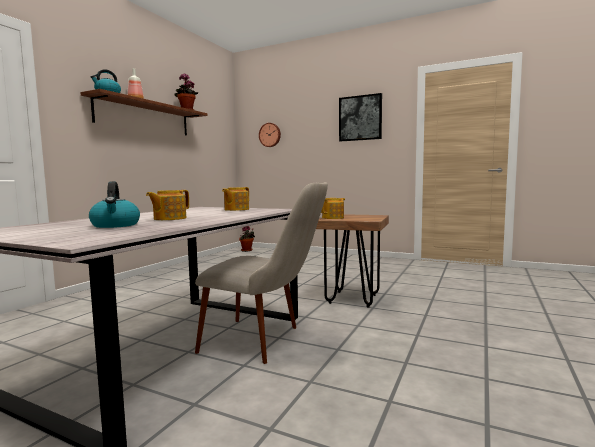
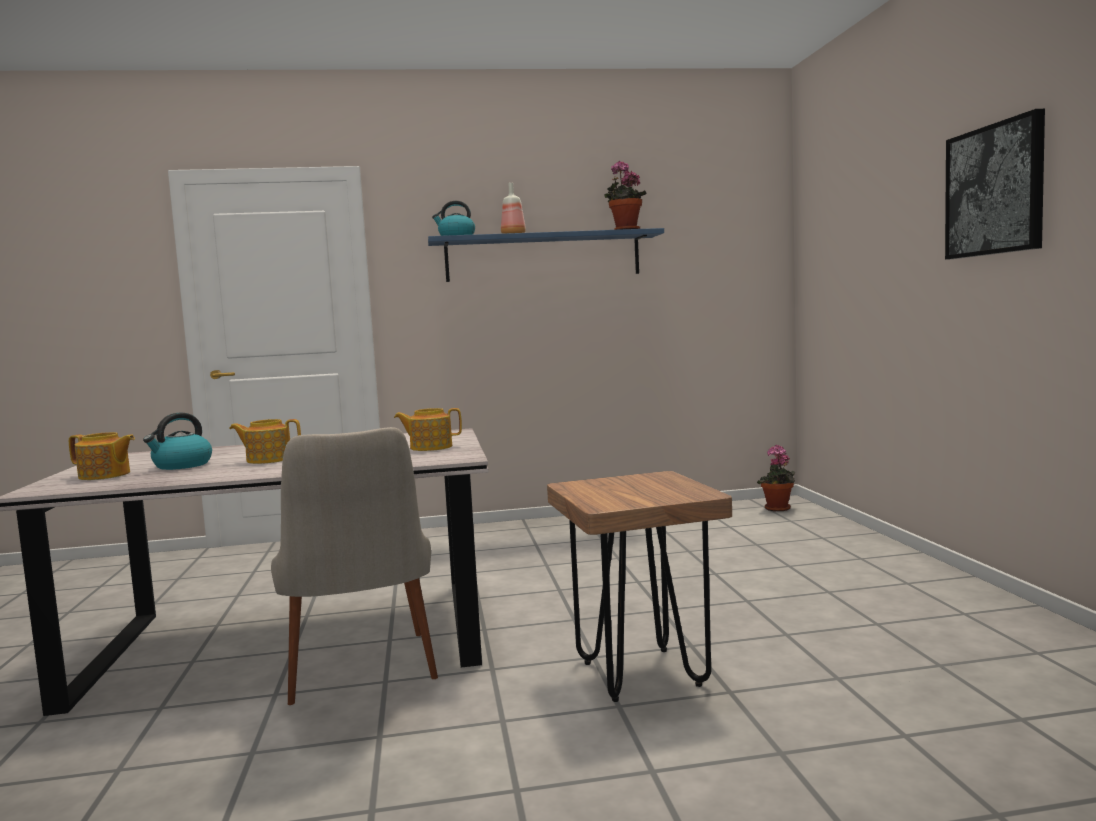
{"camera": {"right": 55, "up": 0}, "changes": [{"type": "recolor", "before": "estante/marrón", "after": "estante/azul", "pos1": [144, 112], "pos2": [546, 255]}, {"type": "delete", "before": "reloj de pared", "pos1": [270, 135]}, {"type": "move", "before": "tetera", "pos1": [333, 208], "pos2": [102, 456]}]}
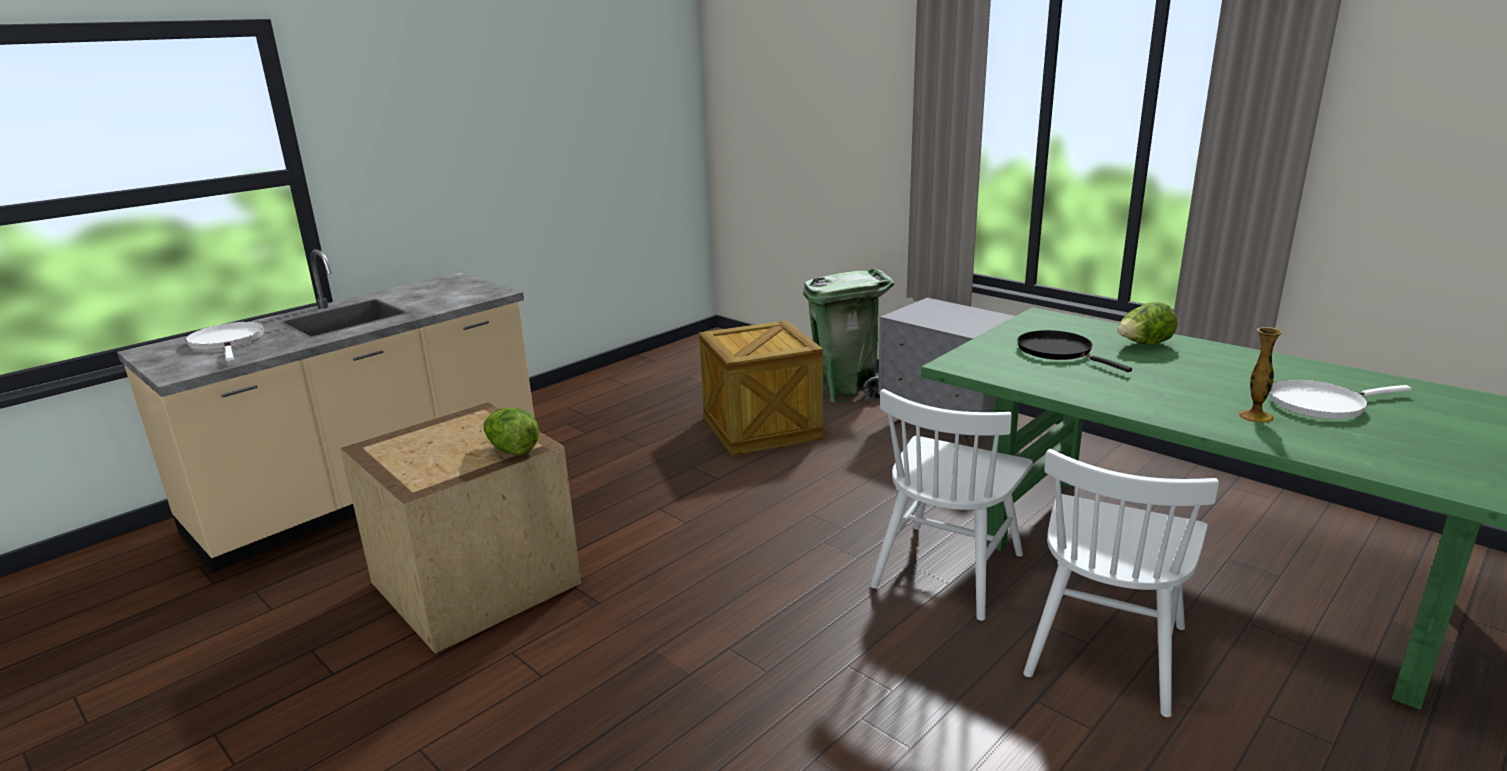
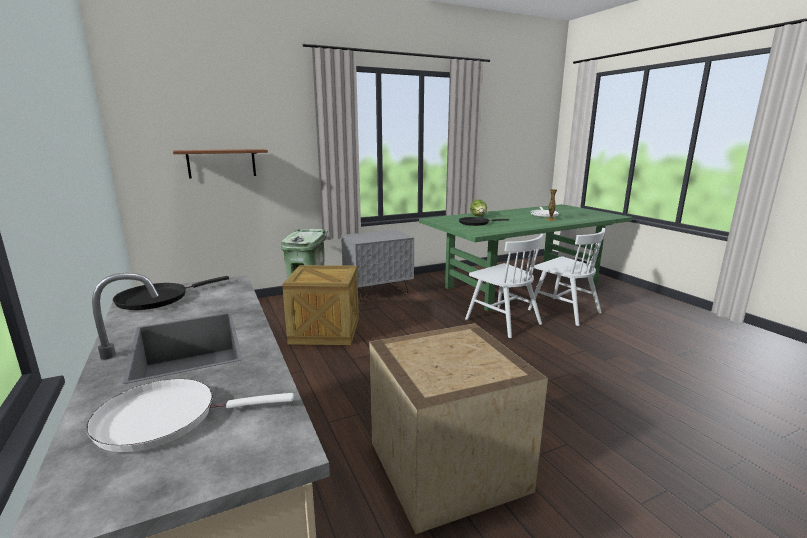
{"camera": {"right": -70, "up": -5}, "changes": [{"type": "delete", "before": "lechuga", "pos1": [511, 431]}, {"type": "insert", "after": "estante/marrón", "pos2": [220, 163]}, {"type": "insert", "after": "sartén/negro", "pos2": [171, 293]}]}
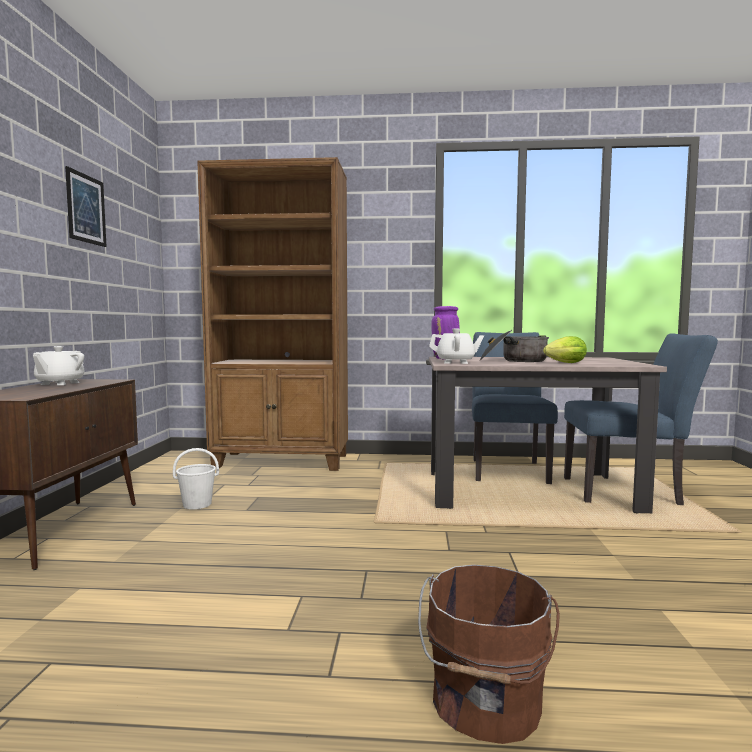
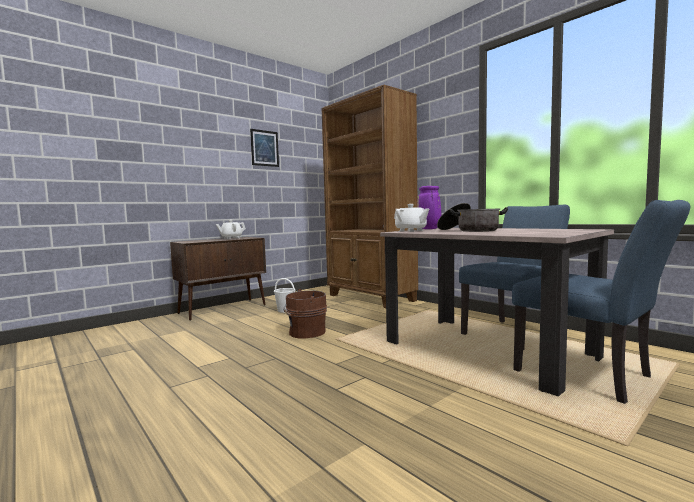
{"camera": {"right": 45, "up": 0}, "changes": [{"type": "delete", "before": "lechuga", "pos1": [565, 349]}, {"type": "move", "before": "cubo/marrón", "pos1": [489, 654], "pos2": [305, 314]}]}
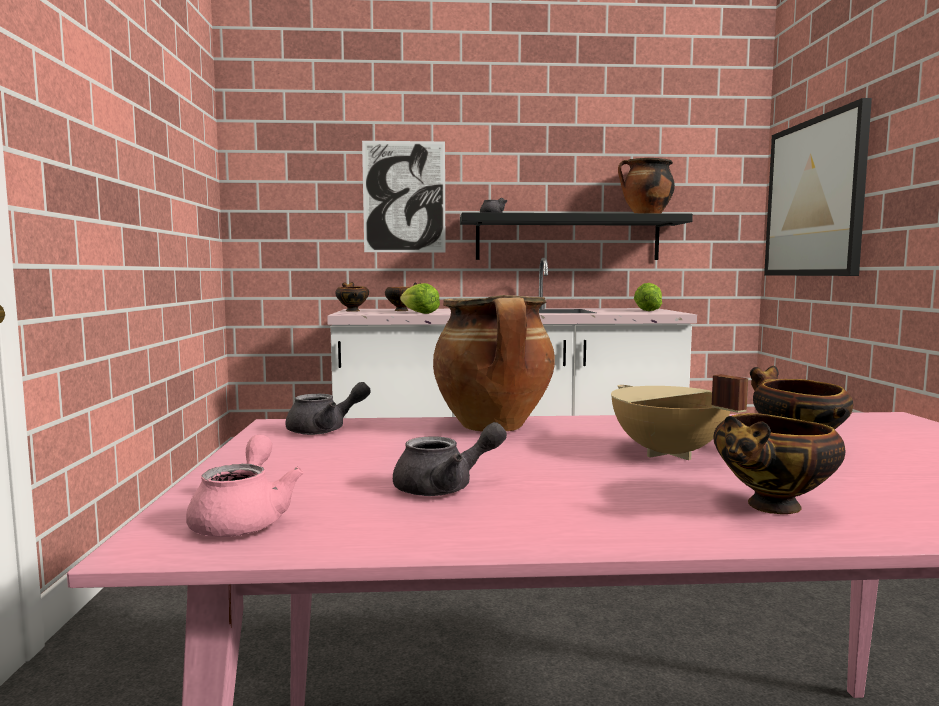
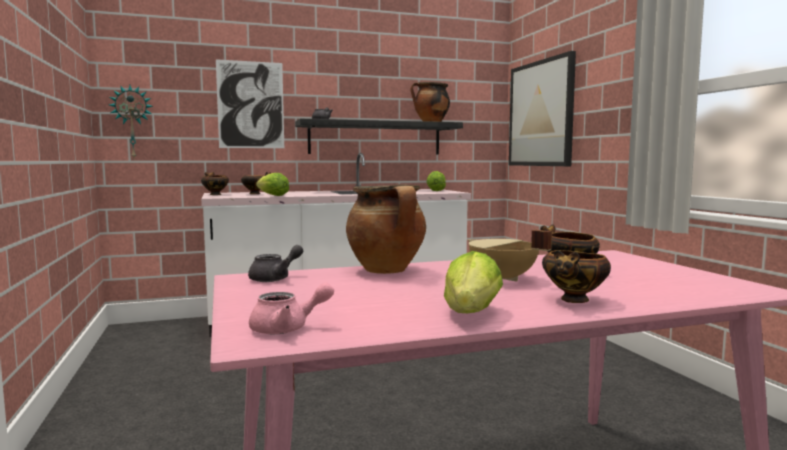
{"camera": {"right": -15, "up": 0}, "changes": [{"type": "delete", "before": "tetera/gris", "pos1": [450, 459]}, {"type": "rotate", "before": "tetera/rosa", "pos1": [245, 486], "pos2": [291, 308], "turn": 90}, {"type": "insert", "after": "reloj de pared", "pos2": [131, 121]}, {"type": "insert", "after": "lechuga", "pos2": [473, 282]}]}
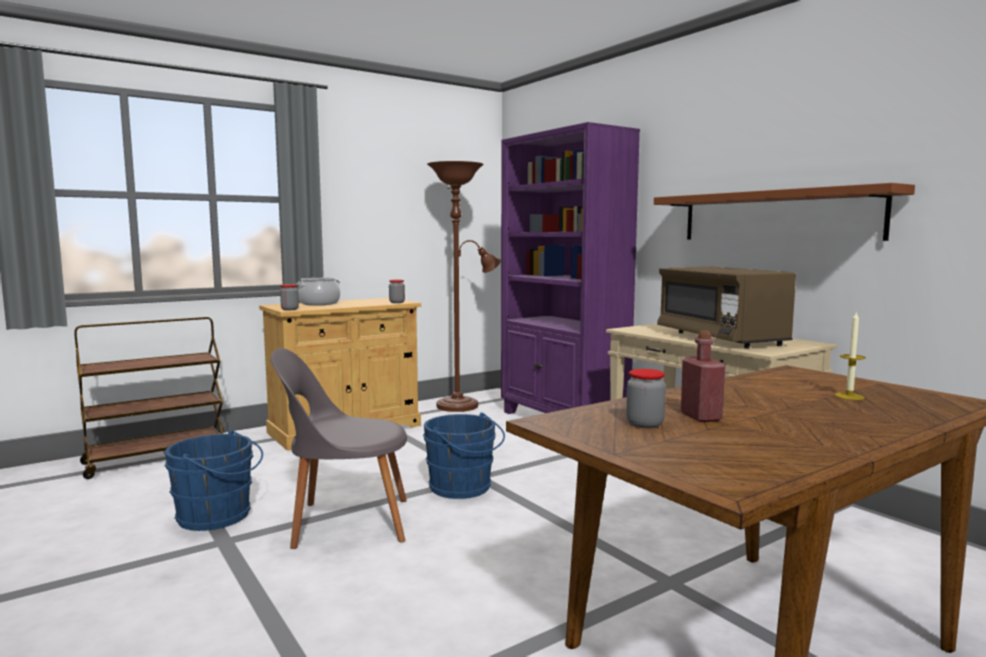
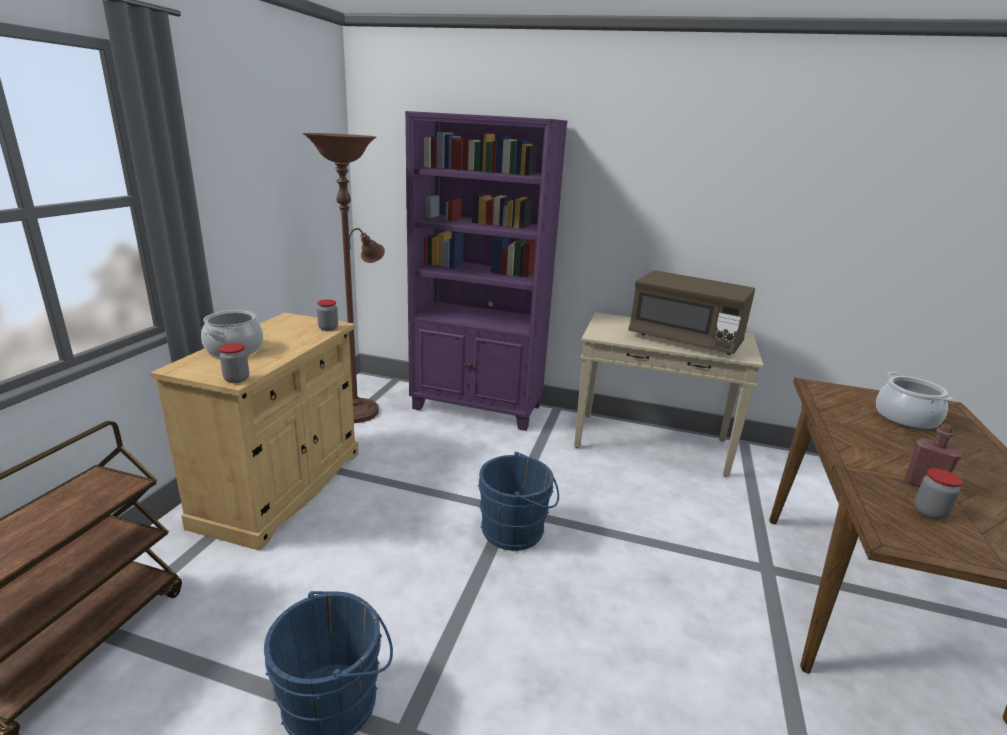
{"camera": {"right": -40, "up": 15}, "changes": [{"type": "delete", "before": "estante/marrón", "pos1": [784, 212]}, {"type": "replace", "before": "vela", "after": "olla", "pos1": [850, 355], "pos2": [914, 401]}, {"type": "delete", "before": "silla/gris", "pos1": [338, 448]}]}
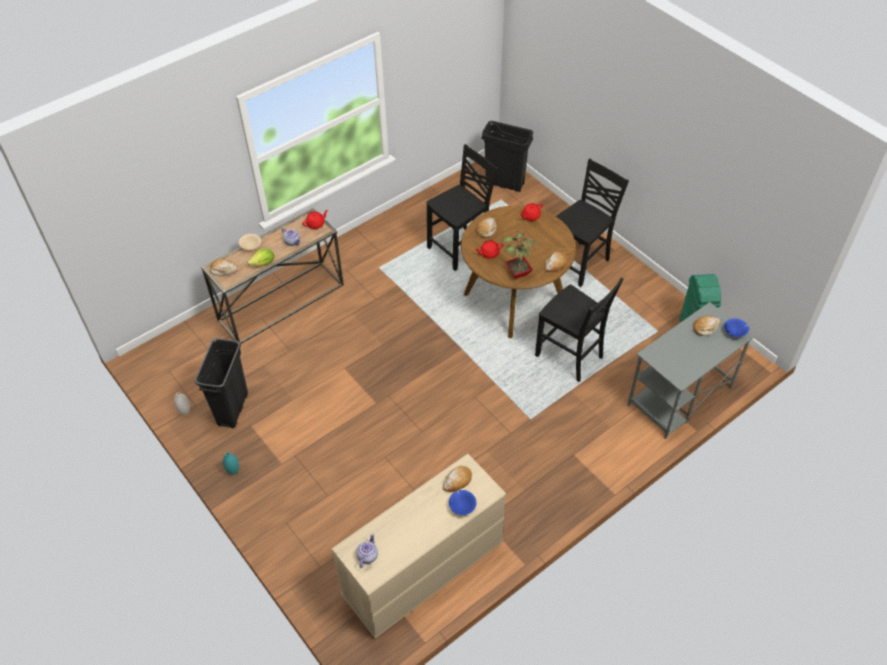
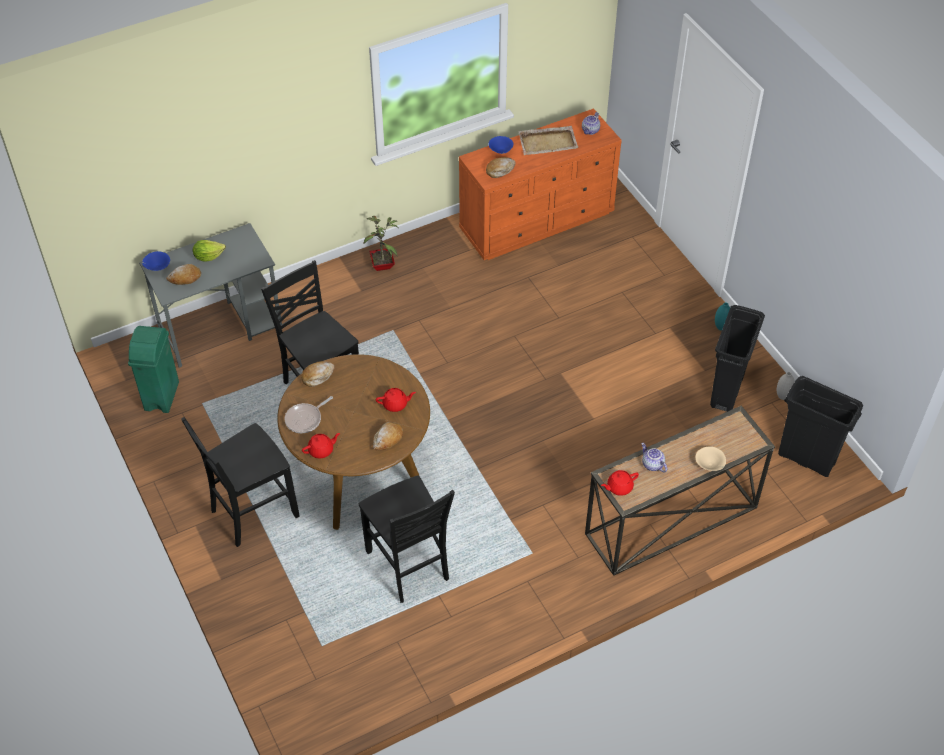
{"camera": {"right": -170, "up": 0}, "changes": [{"type": "move", "before": "papelera/negro", "pos1": [507, 156], "pos2": [820, 426]}, {"type": "rotate", "before": "silla/negro", "pos1": [462, 207], "pos2": [407, 539], "turn": -90}, {"type": "move", "before": "planta en maceta", "pos1": [519, 253], "pos2": [381, 243]}, {"type": "move", "before": "lechuga", "pos1": [260, 257], "pos2": [209, 251]}, {"type": "delete", "before": "pan", "pos1": [224, 267]}, {"type": "recolor", "before": "cómoda/beis", "after": "cómoda/naranja", "pos1": [419, 546], "pos2": [540, 184]}, {"type": "insert", "after": "bandeja/beis", "pos2": [548, 140]}, {"type": "insert", "after": "sartén", "pos2": [309, 414]}]}
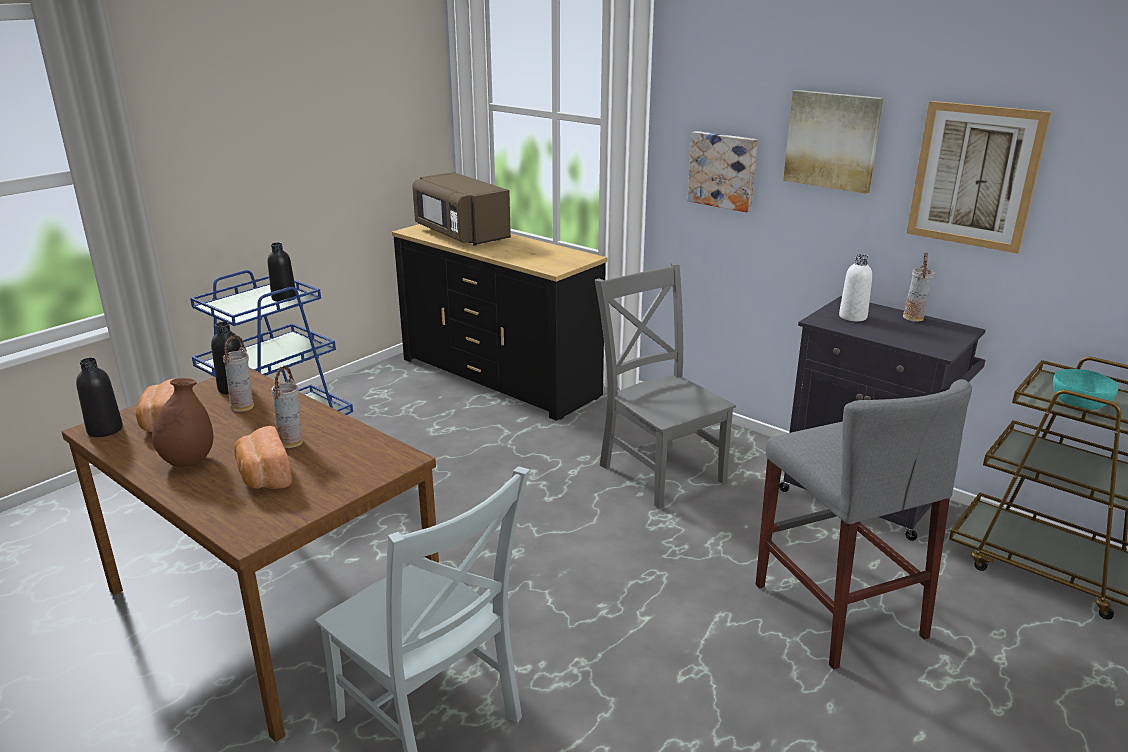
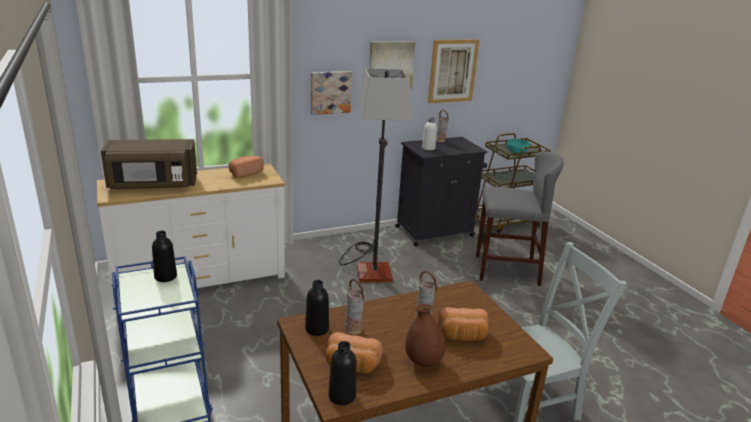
{"camera": {"right": -65, "up": 0}, "changes": [{"type": "recolor", "before": "cómoda/negro", "after": "cómoda/blanco", "pos1": [499, 322], "pos2": [191, 234]}, {"type": "replace", "before": "silla/gris", "after": "lámpara de pie", "pos1": [665, 385], "pos2": [376, 175]}, {"type": "insert", "after": "pan", "pos2": [246, 167]}]}
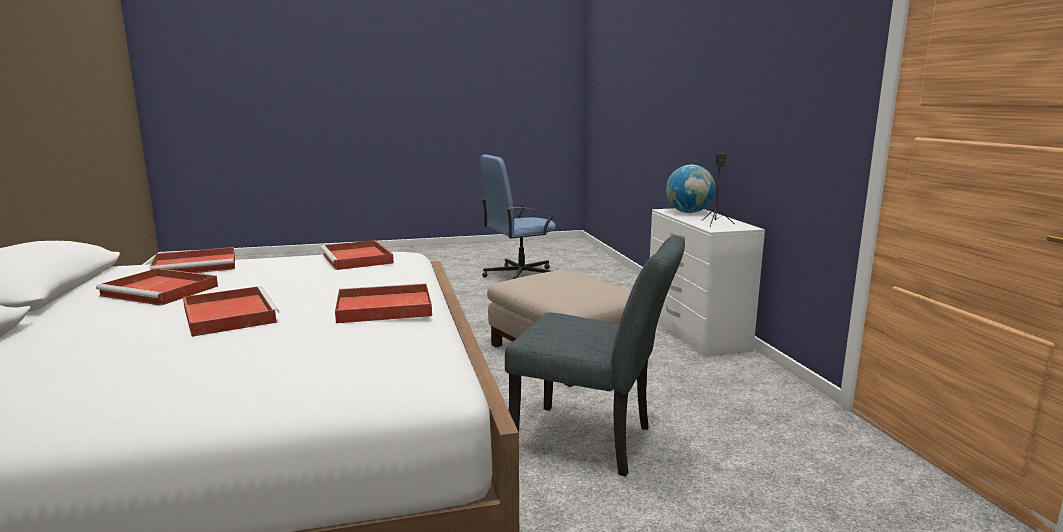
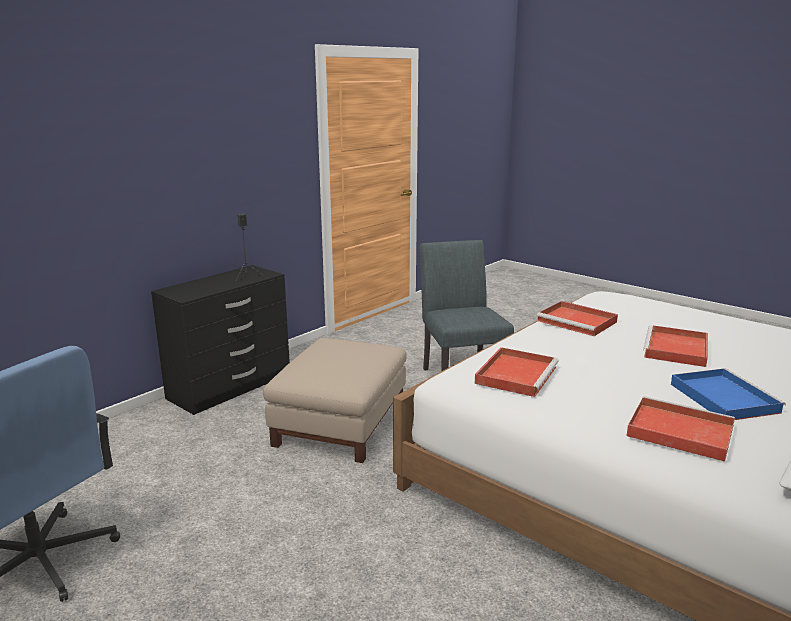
{"camera": {"right": -125, "up": 5}, "changes": [{"type": "delete", "before": "globo terráqueo", "pos1": [690, 189]}, {"type": "recolor", "before": "cómoda/blanco", "after": "cómoda/negro", "pos1": [707, 282], "pos2": [220, 340]}, {"type": "recolor", "before": "bandeja/rojo", "after": "bandeja/azul", "pos1": [157, 287], "pos2": [728, 394]}]}
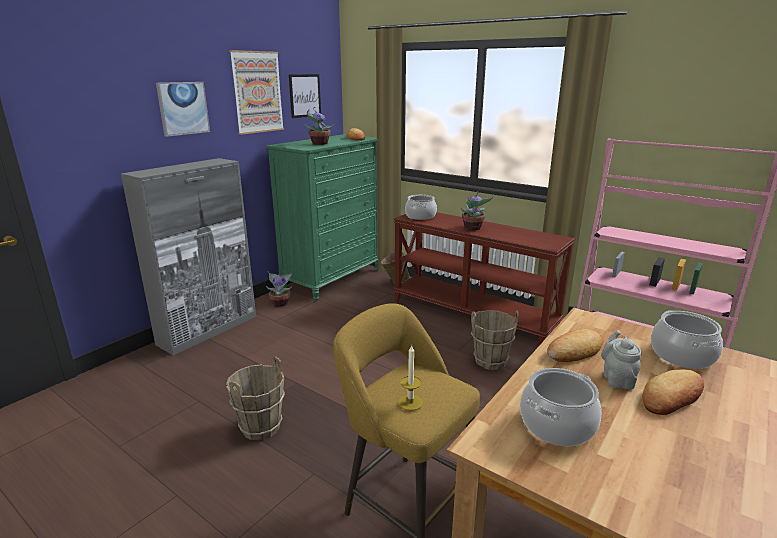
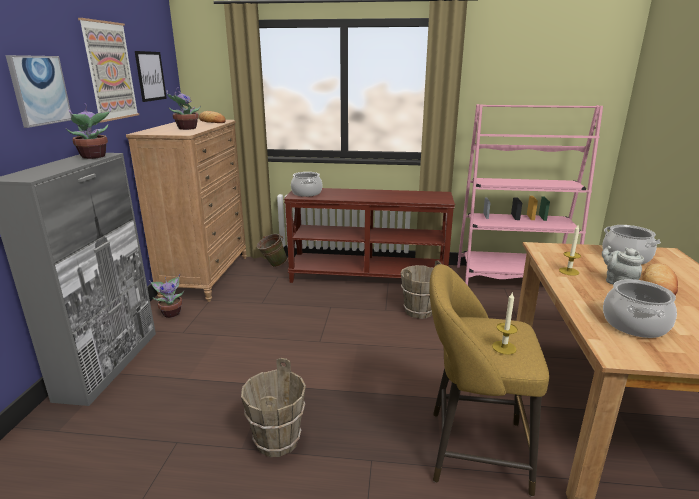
{"camera": {"right": -30, "up": 0}, "changes": [{"type": "recolor", "before": "cómoda/verde", "after": "cómoda/marrón", "pos1": [322, 217], "pos2": [186, 210]}, {"type": "move", "before": "planta en maceta", "pos1": [477, 210], "pos2": [88, 131]}, {"type": "replace", "before": "pan", "after": "vela", "pos1": [575, 345], "pos2": [570, 250]}]}
